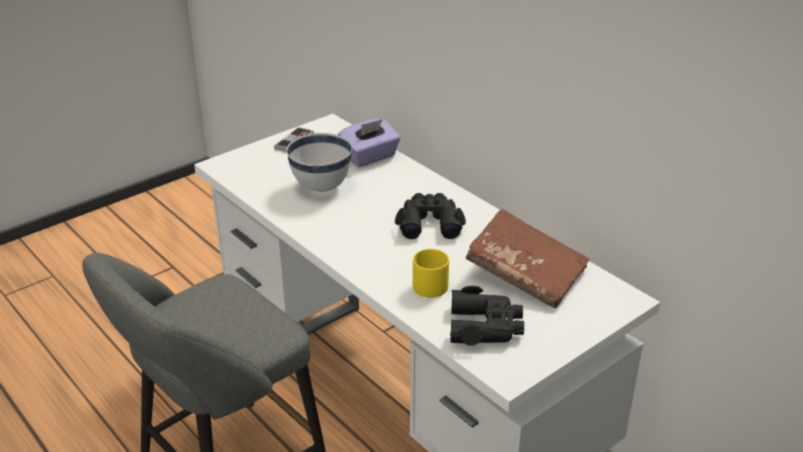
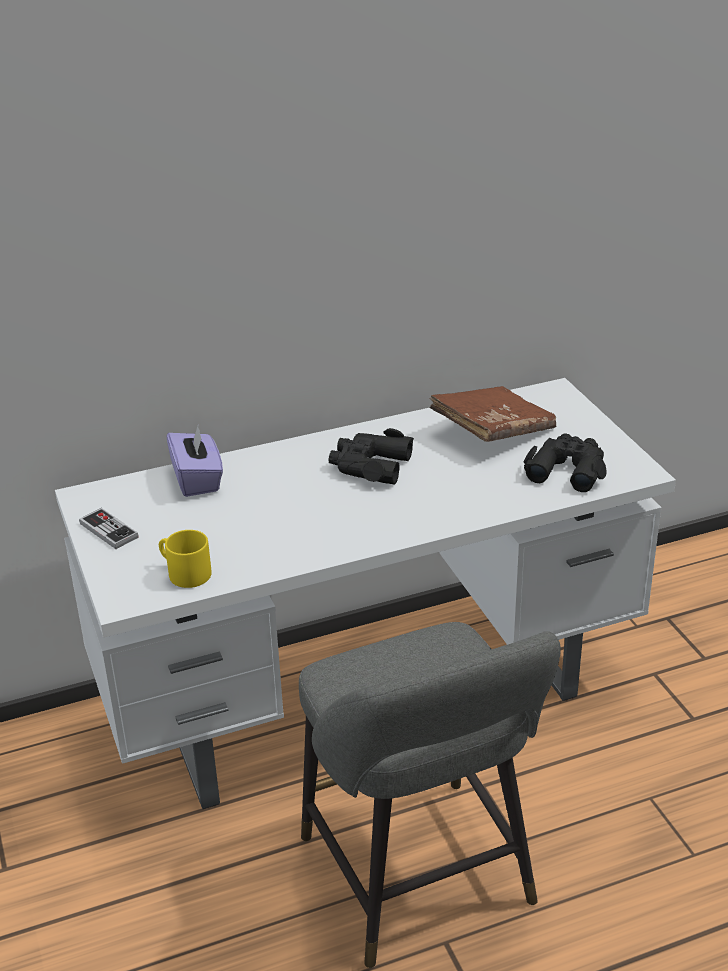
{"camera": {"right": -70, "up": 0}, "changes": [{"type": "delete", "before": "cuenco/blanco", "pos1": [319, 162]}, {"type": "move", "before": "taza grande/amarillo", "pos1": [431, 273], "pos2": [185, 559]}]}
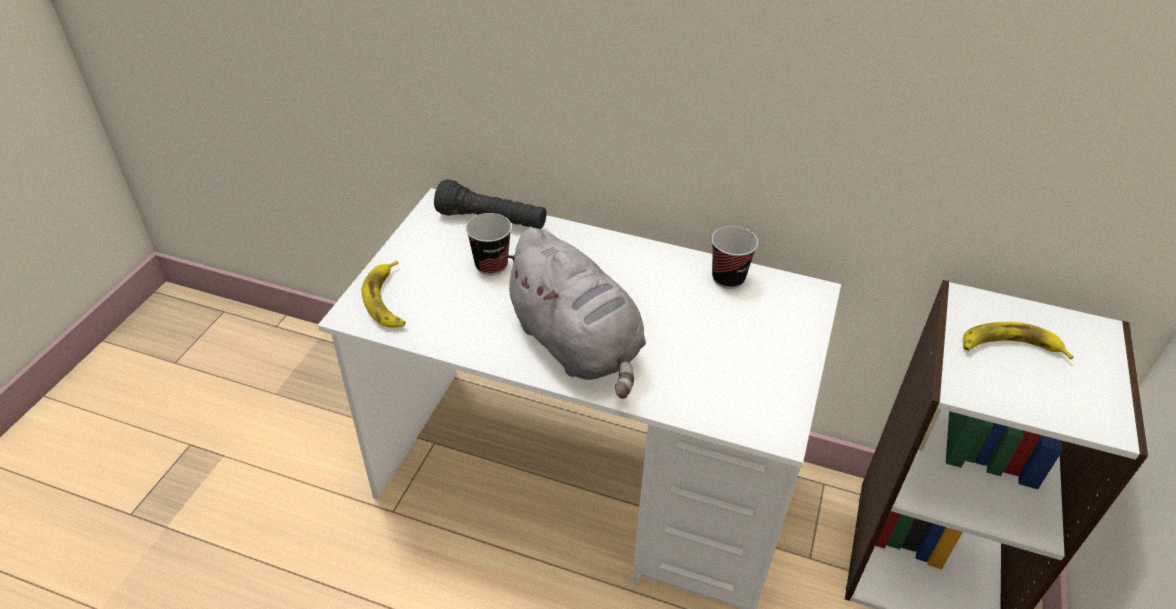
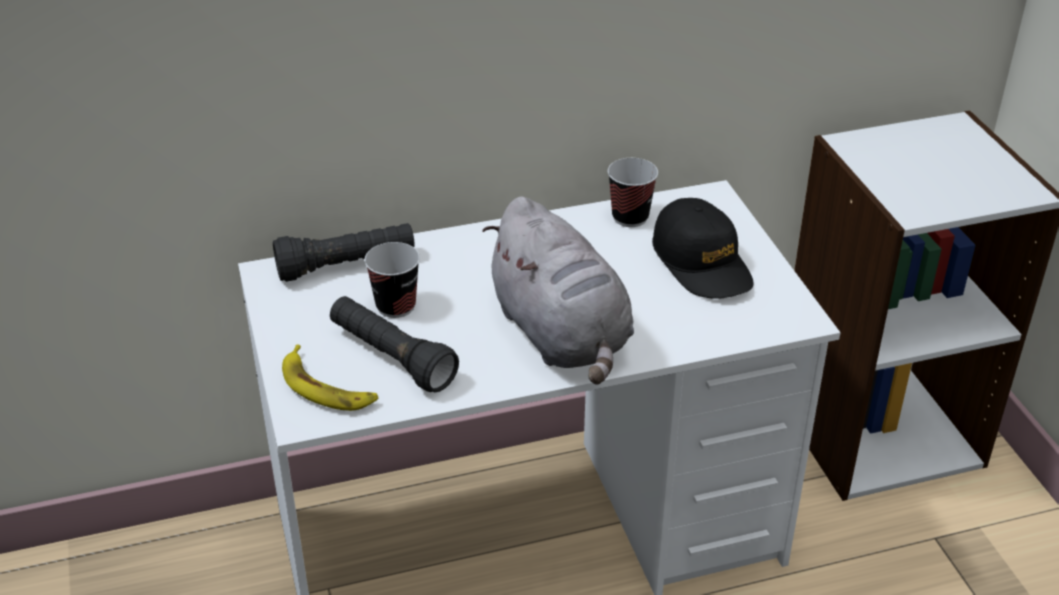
{"camera": {"right": -35, "up": -5}, "changes": [{"type": "rotate", "before": "peluche/gris", "pos1": [572, 313], "pos2": [558, 290], "turn": 45}, {"type": "delete", "before": "plátano", "pos1": [1018, 340]}, {"type": "insert", "after": "gorra/negro", "pos2": [702, 248]}, {"type": "insert", "after": "linterna/negro", "pos2": [394, 344]}]}
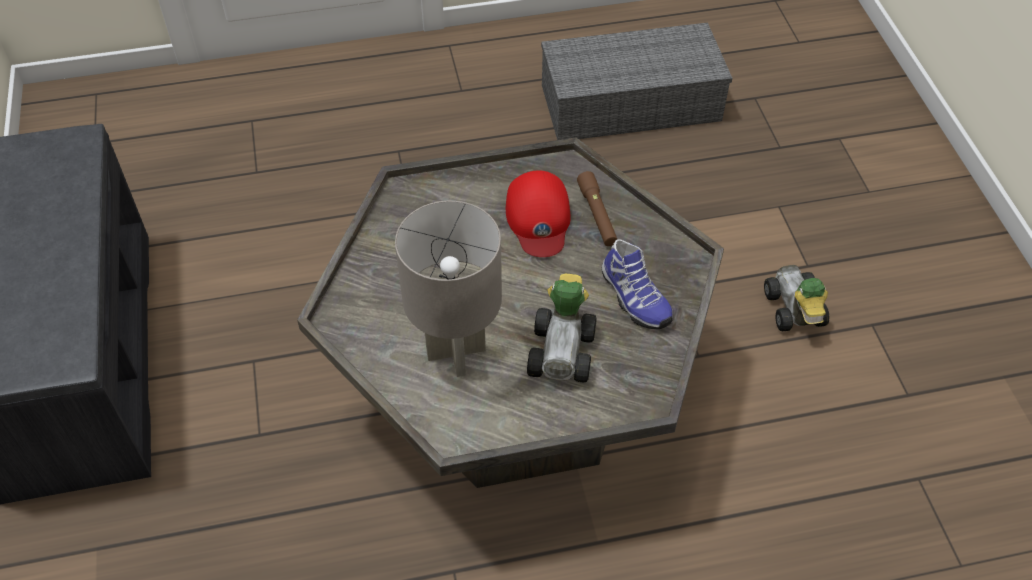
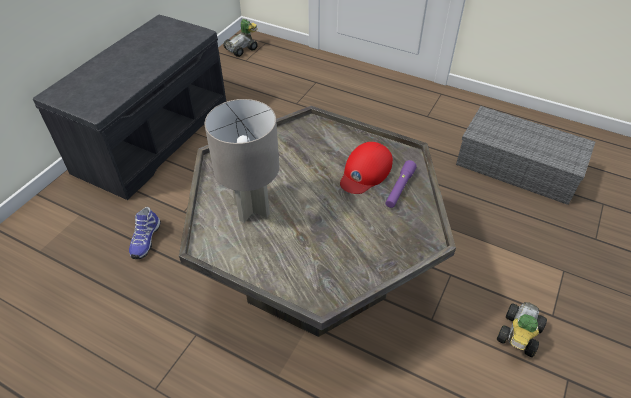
{"camera": {"right": 40, "up": -5}, "changes": [{"type": "recolor", "before": "linterna/marrón", "after": "linterna/morado", "pos1": [597, 208], "pos2": [401, 184]}, {"type": "move", "before": "zapato", "pos1": [637, 284], "pos2": [145, 233]}, {"type": "move", "before": "coche de juguete", "pos1": [562, 328], "pos2": [240, 38]}]}
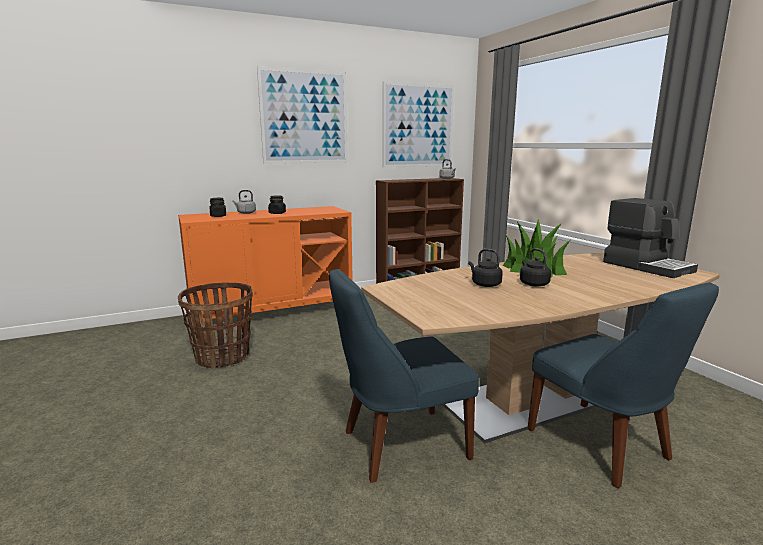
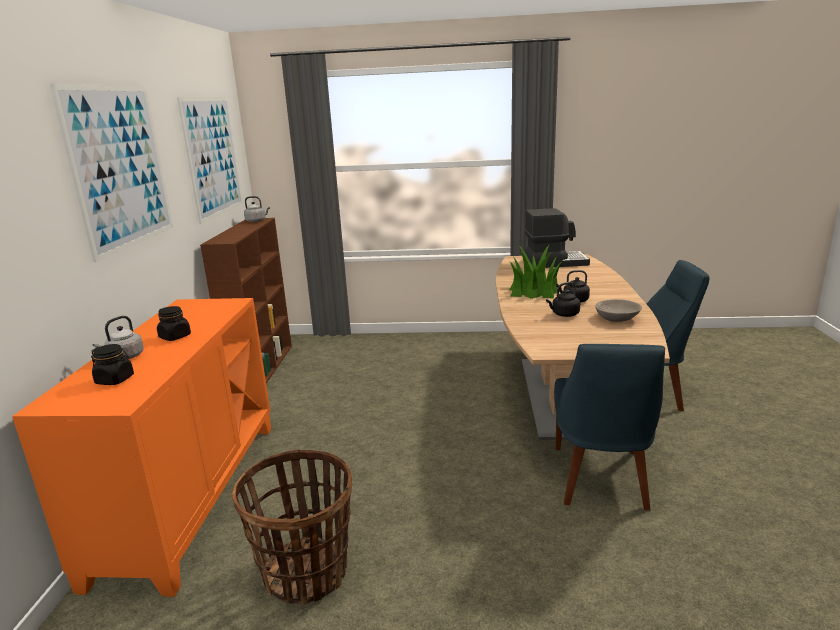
{"camera": {"right": -60, "up": 5}, "changes": [{"type": "insert", "after": "cuenco/gris", "pos2": [618, 310]}]}
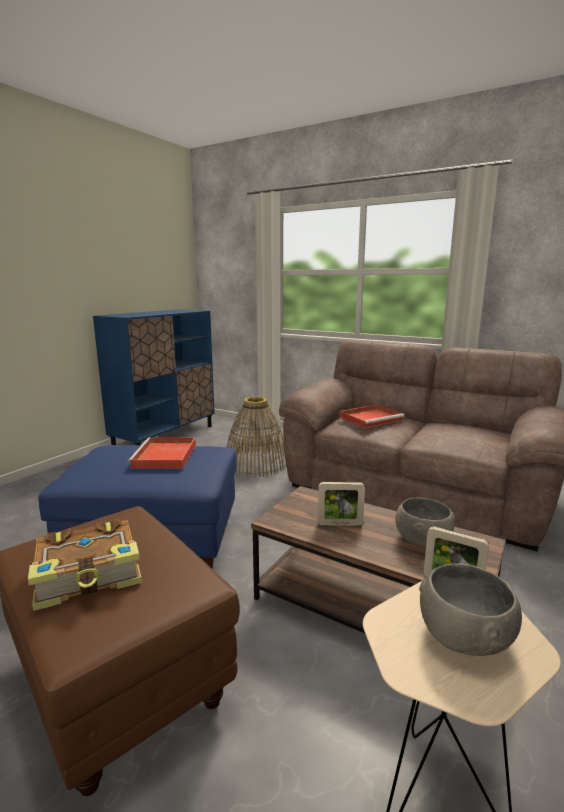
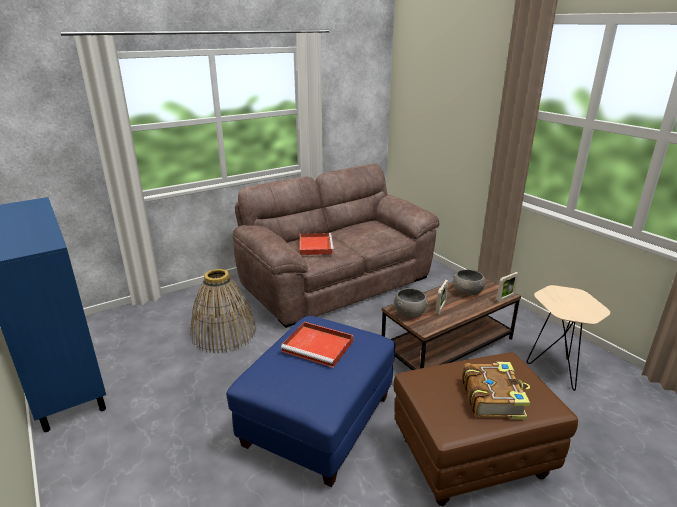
{"camera": {"right": -65, "up": 10}, "changes": [{"type": "move", "before": "cuenco/gris", "pos1": [470, 610], "pos2": [411, 303]}]}
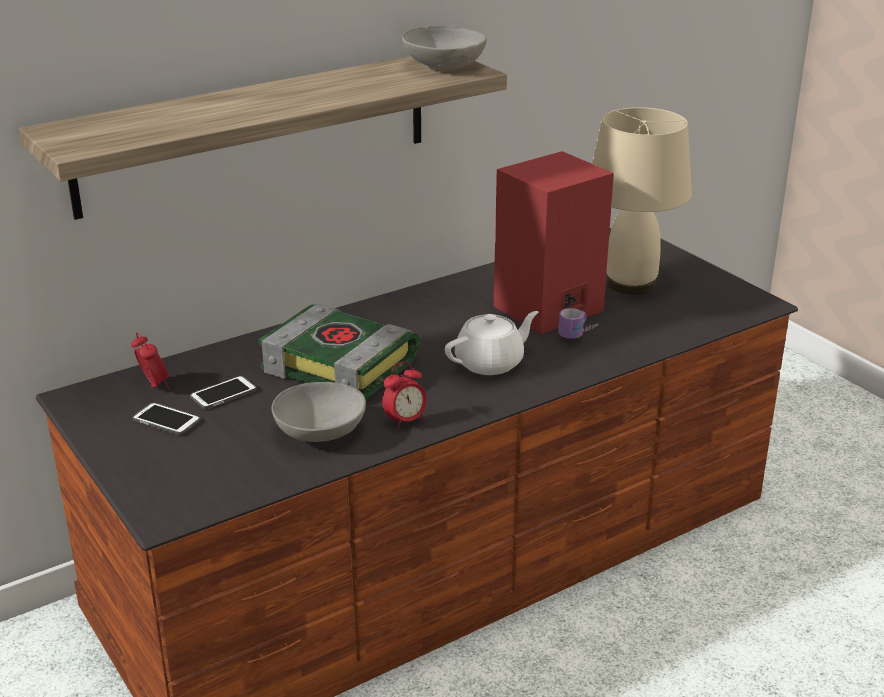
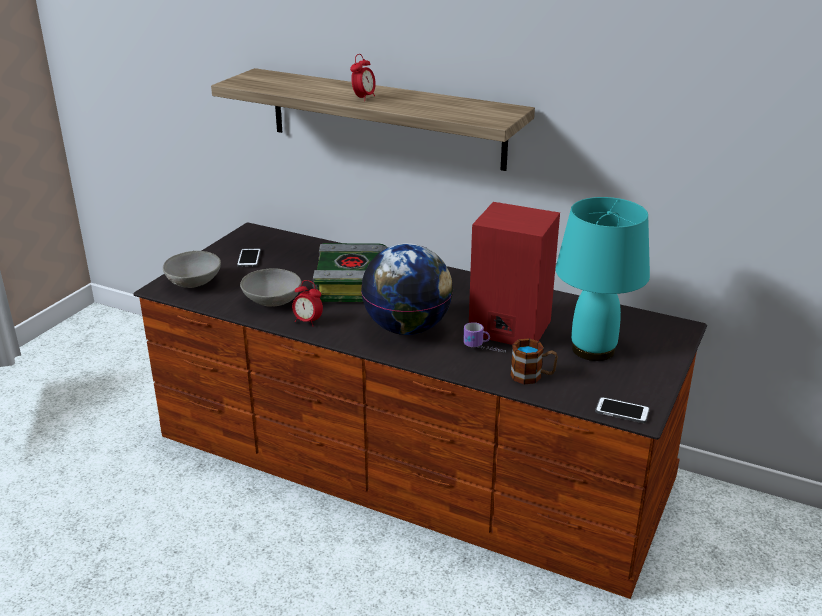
{"camera": {"right": 60, "up": 0}, "changes": [{"type": "move", "before": "cuenco/gris", "pos1": [444, 48], "pos2": [192, 269]}, {"type": "recolor", "before": "lámpara de mesa/beis", "after": "lámpara de mesa/turquesa", "pos1": [642, 201], "pos2": [602, 279]}, {"type": "replace", "before": "tetera/blanco", "after": "globo terráqueo", "pos1": [492, 343], "pos2": [407, 289]}, {"type": "move", "before": "despertador", "pos1": [150, 360], "pos2": [363, 77]}, {"type": "move", "before": "móvil", "pos1": [223, 392], "pos2": [622, 410]}, {"type": "insert", "after": "taza grande", "pos2": [534, 361]}]}
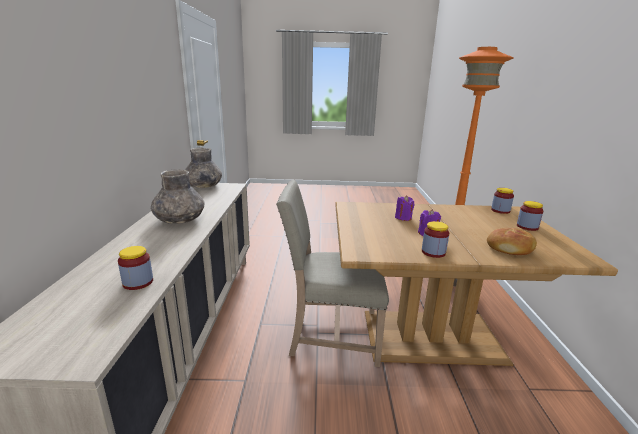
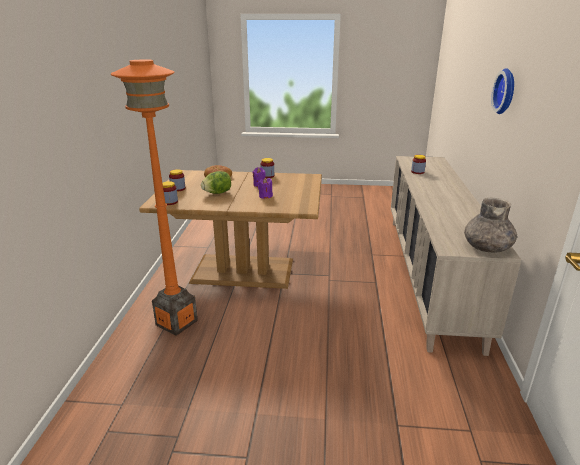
{"camera": {"right": -175, "up": 5}, "changes": [{"type": "delete", "before": "florero/gris", "pos1": [177, 197]}, {"type": "delete", "before": "silla/beis", "pos1": [332, 273]}, {"type": "insert", "after": "reloj de pared", "pos2": [502, 91]}, {"type": "insert", "after": "lechuga", "pos2": [216, 182]}]}
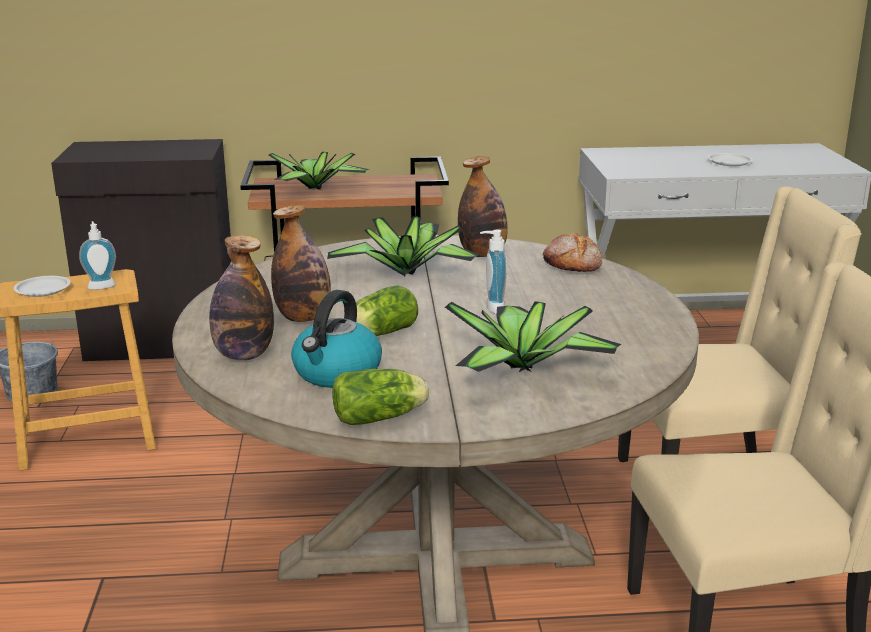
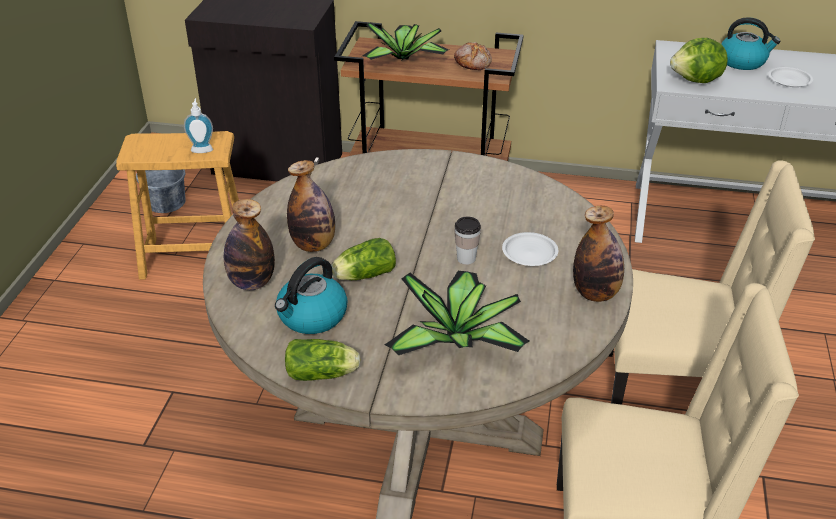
{"camera": {"right": 15, "up": 15}, "changes": [{"type": "move", "before": "botella", "pos1": [483, 206], "pos2": [598, 254]}, {"type": "delete", "before": "planta en maceta", "pos1": [403, 246]}, {"type": "replace", "before": "dispensador de jabón", "after": "taza", "pos1": [493, 271], "pos2": [467, 241]}, {"type": "move", "before": "pan", "pos1": [572, 252], "pos2": [473, 56]}, {"type": "move", "before": "plato/blanco", "pos1": [42, 286], "pos2": [530, 249]}, {"type": "insert", "after": "hervidor", "pos2": [751, 43]}, {"type": "insert", "after": "lechuga", "pos2": [699, 60]}]}
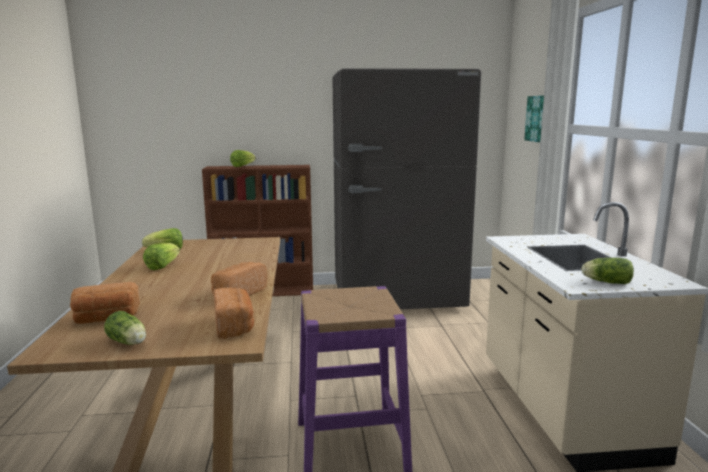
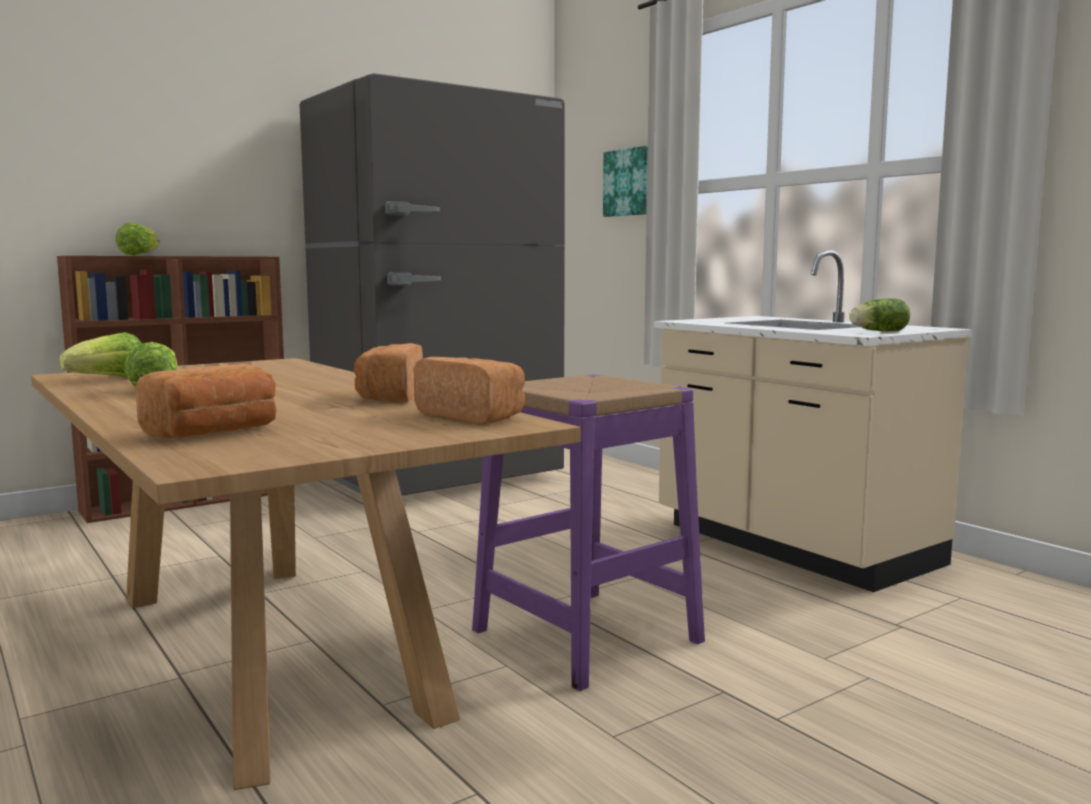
{"camera": {"right": -30, "up": -5}, "changes": [{"type": "delete", "before": "lechuga", "pos1": [125, 328]}]}
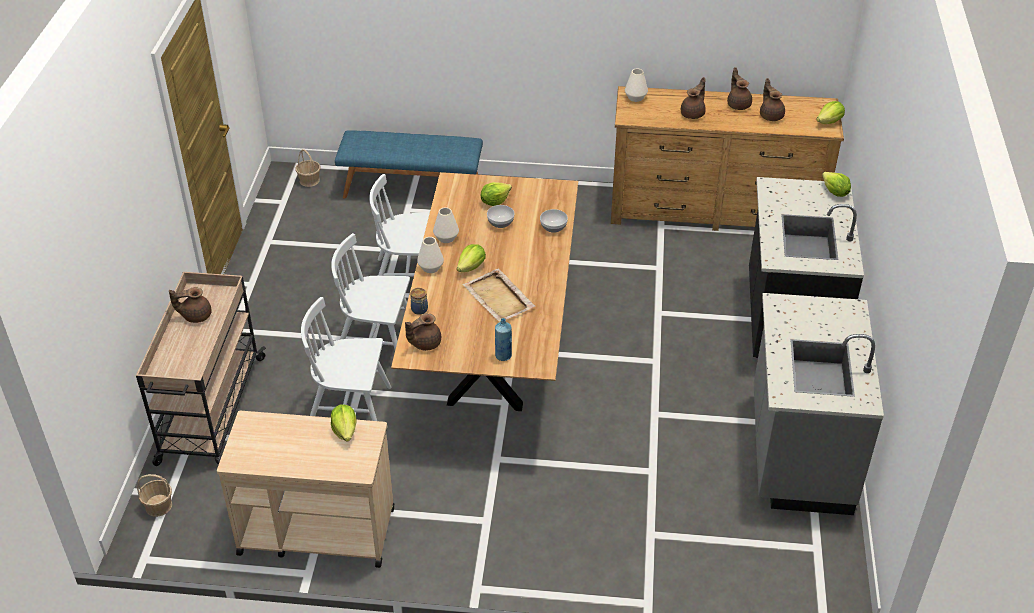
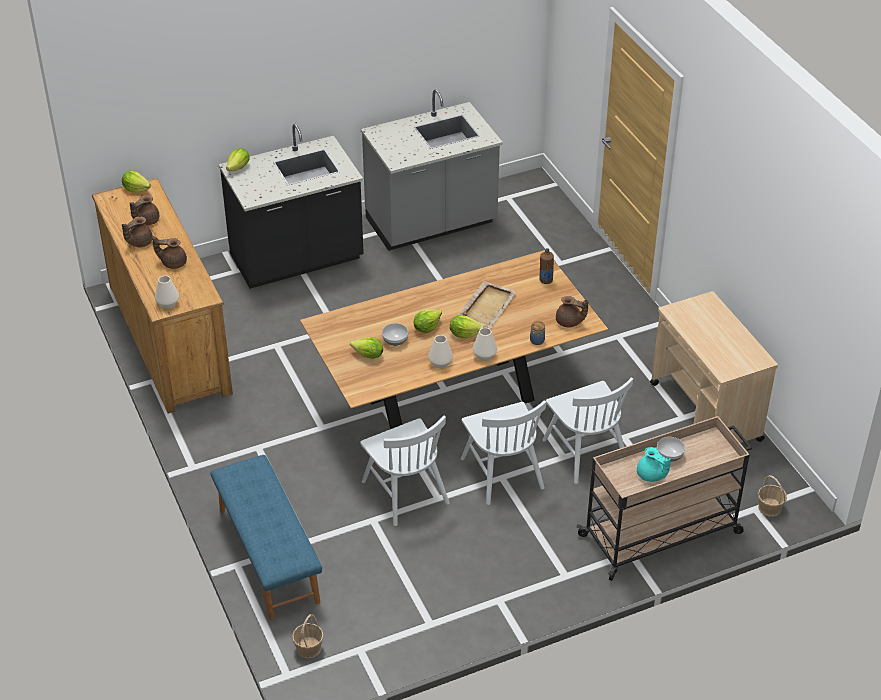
{"camera": {"right": -120, "up": 0}, "changes": [{"type": "move", "before": "cuenco", "pos1": [554, 221], "pos2": [671, 449]}, {"type": "recolor", "before": "tetera/marrón", "after": "tetera/turquesa", "pos1": [190, 305], "pos2": [654, 464]}, {"type": "recolor", "before": "botella/azul", "after": "botella/marrón", "pos1": [503, 339], "pos2": [547, 266]}, {"type": "move", "before": "lechuga", "pos1": [344, 423], "pos2": [427, 321]}]}
